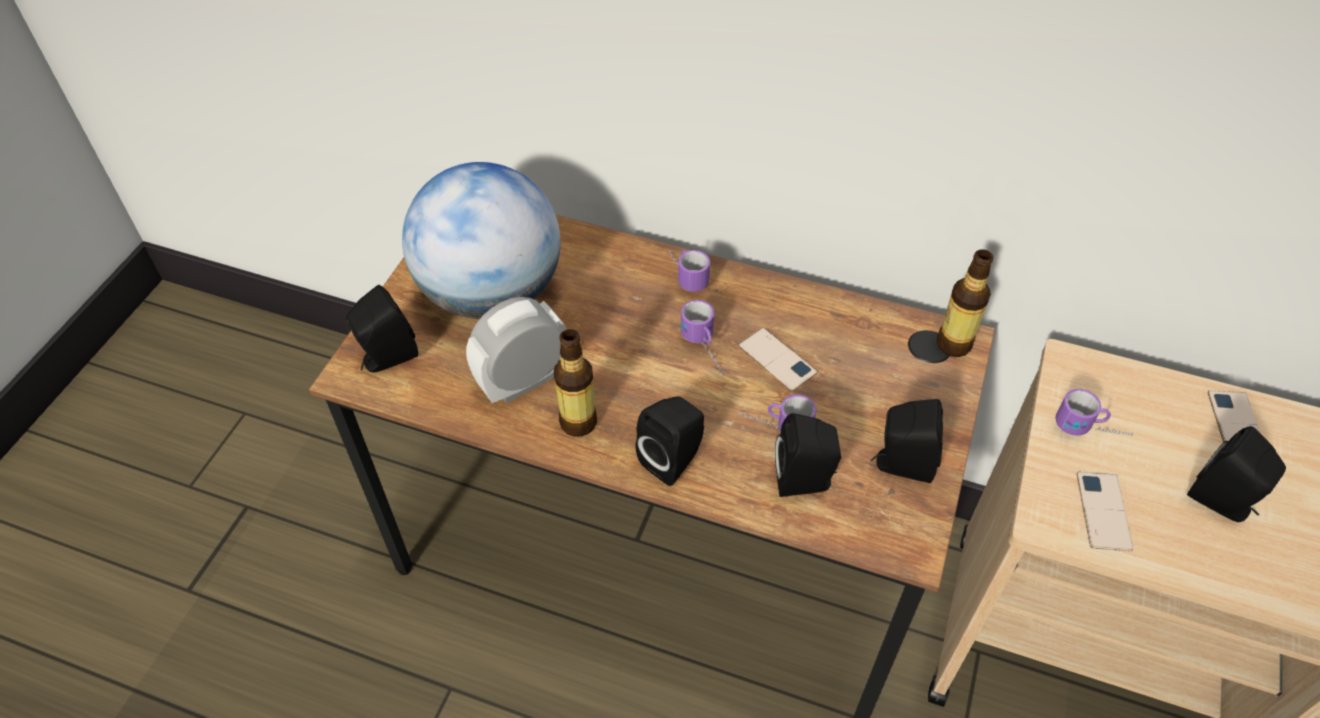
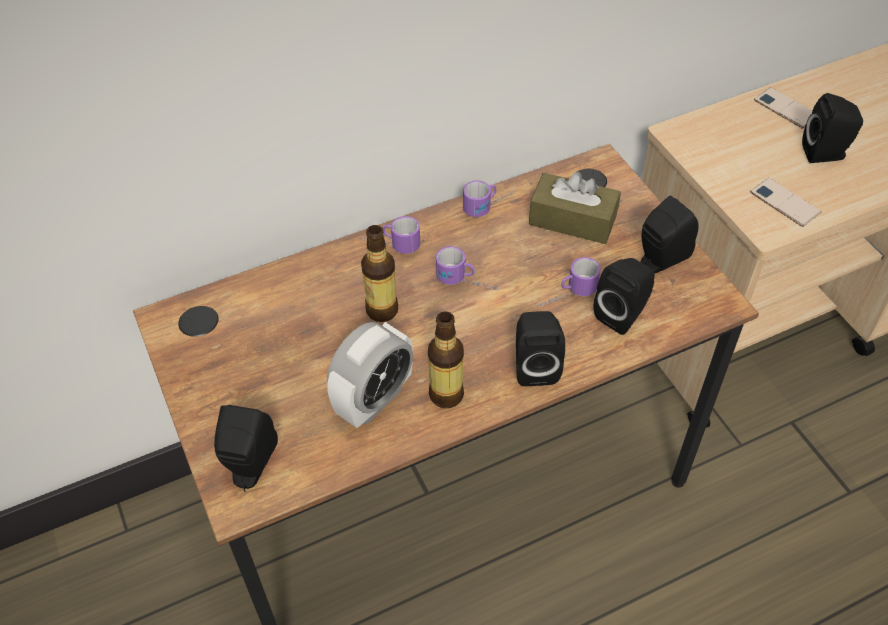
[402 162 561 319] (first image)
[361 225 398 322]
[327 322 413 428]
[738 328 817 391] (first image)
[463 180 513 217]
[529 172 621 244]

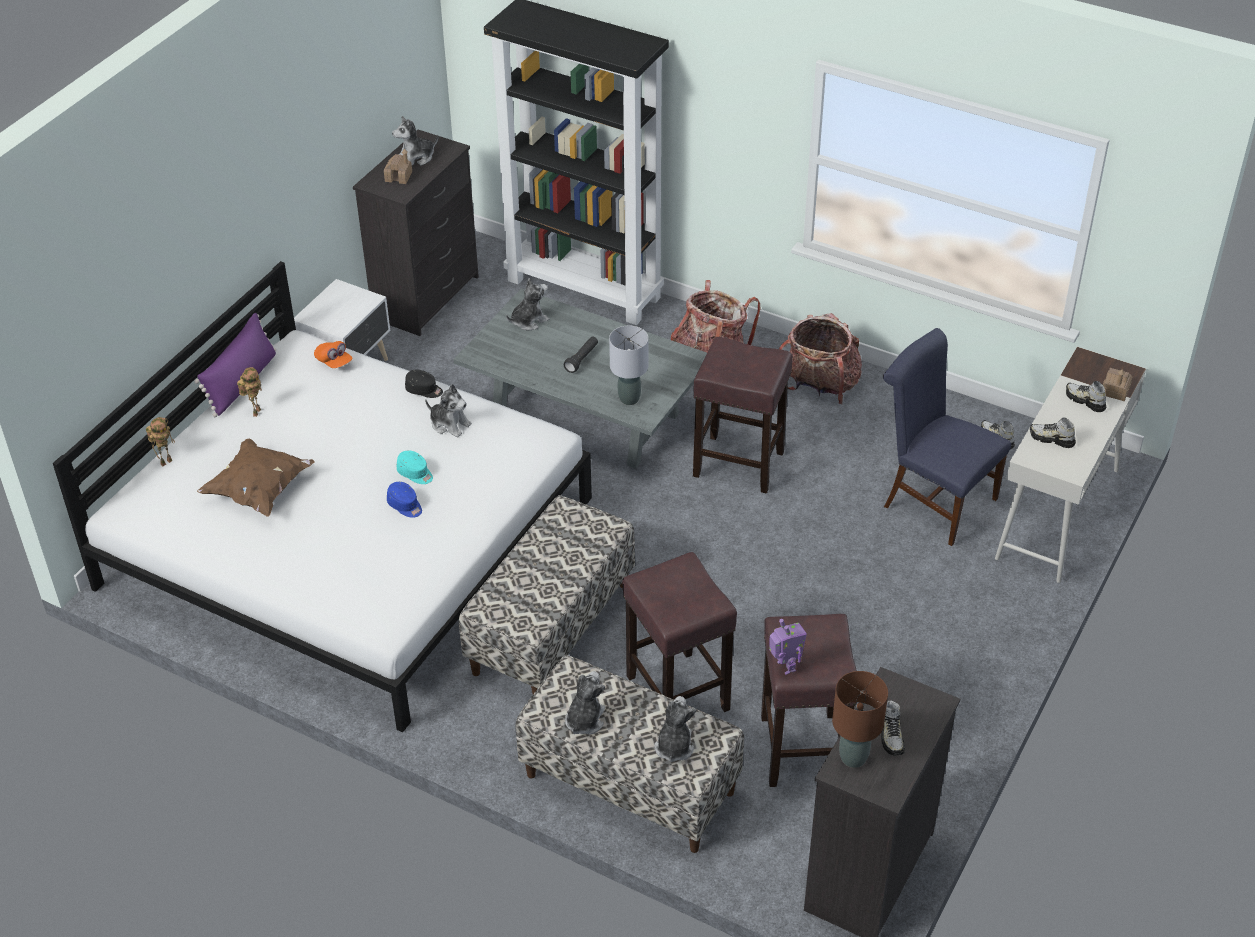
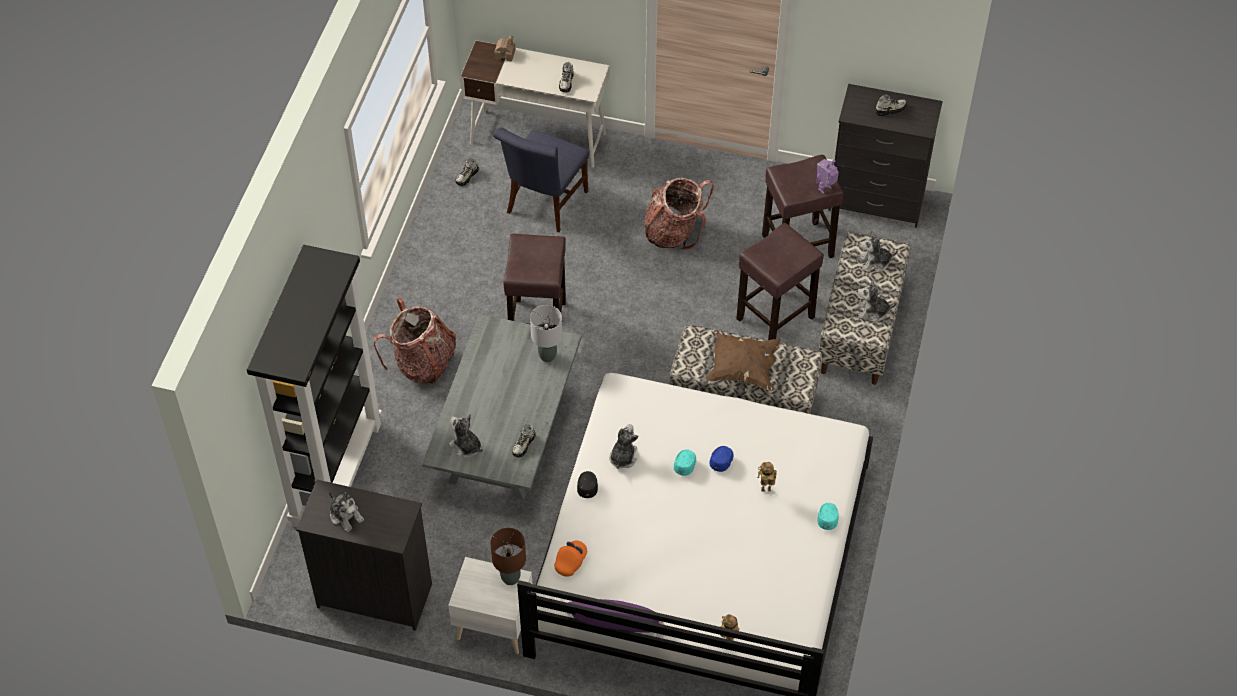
[384 149 412 184] (first image)
[644 178 714 250]
[564 337 598 373] (first image)
[757 462 777 492]
[512 424 536 458]
[706 330 781 391]
[490 528 526 585]
[817 503 839 530]

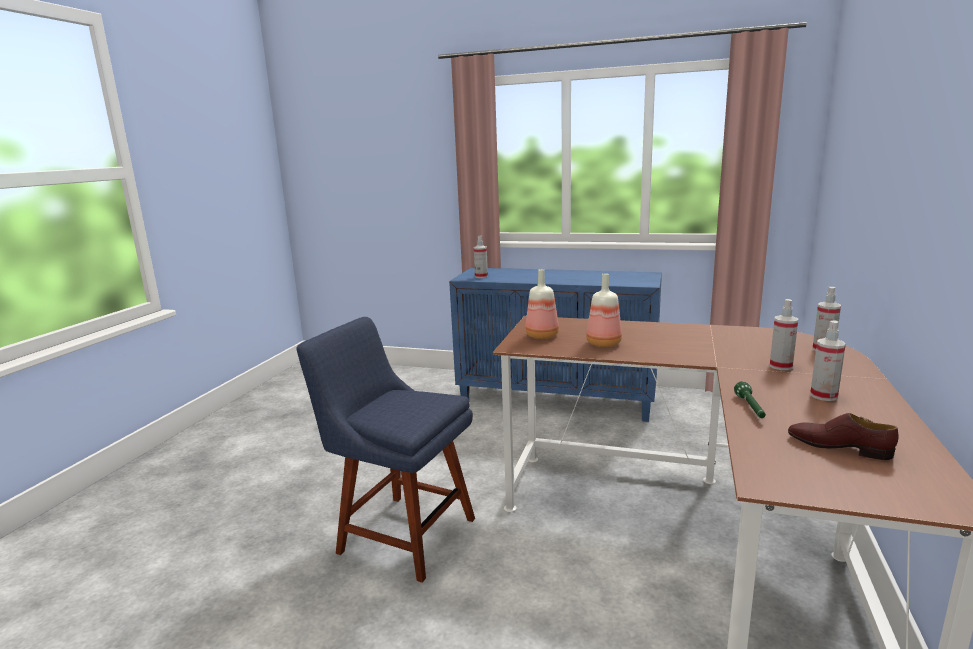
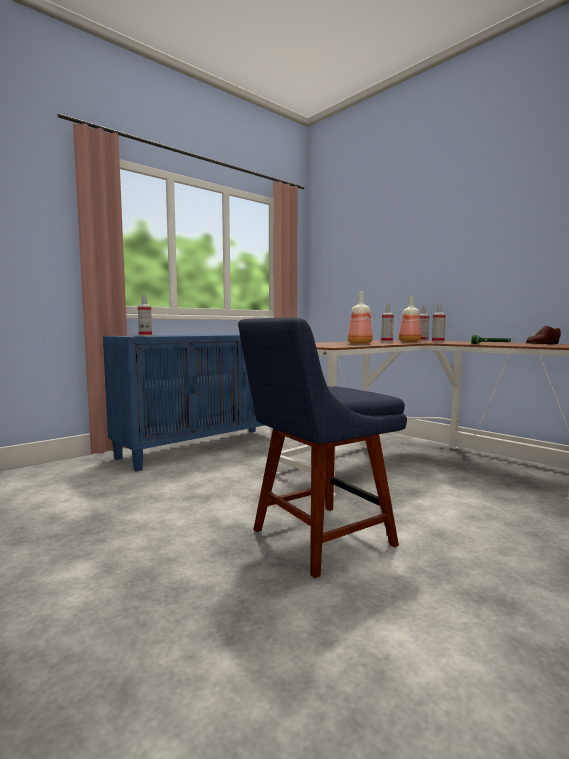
[399 296 421 342]
[381 304 394 342]

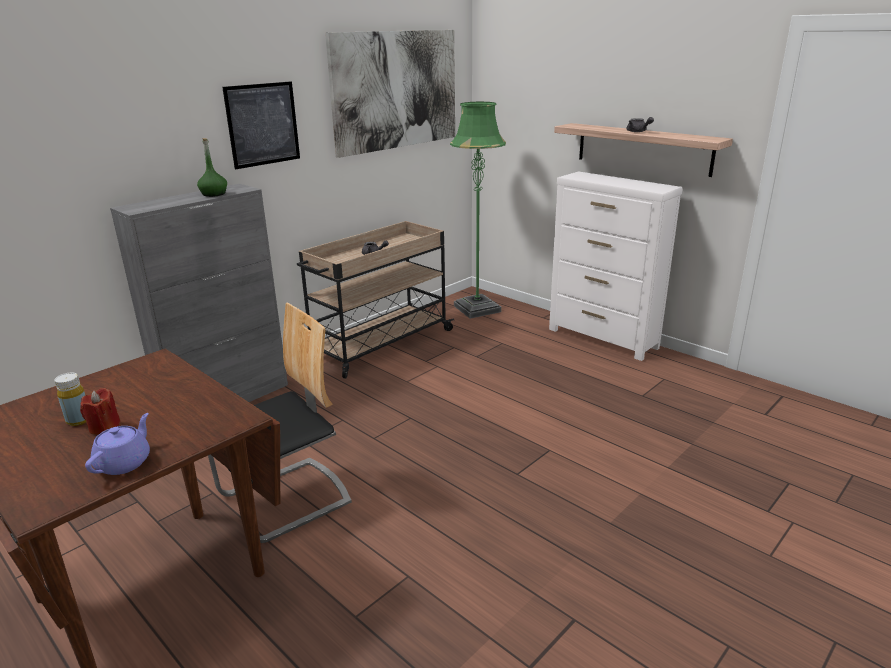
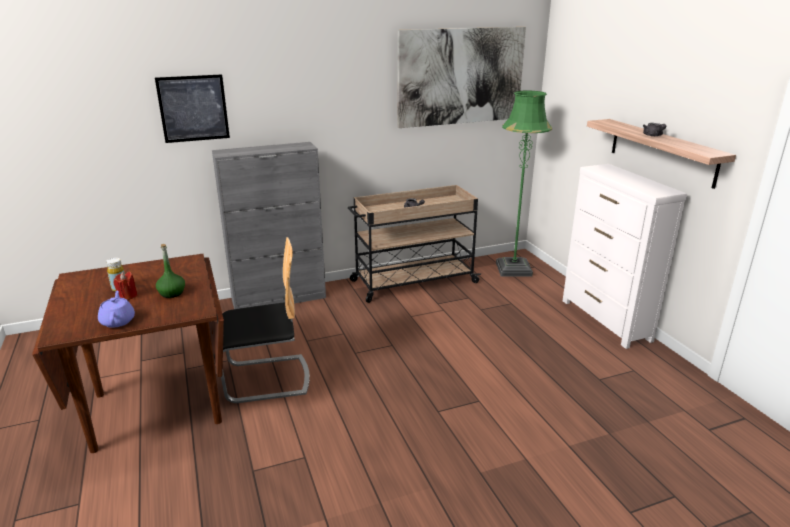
[155 74 230 143]
[156 244 185 298]
[98 290 135 328]

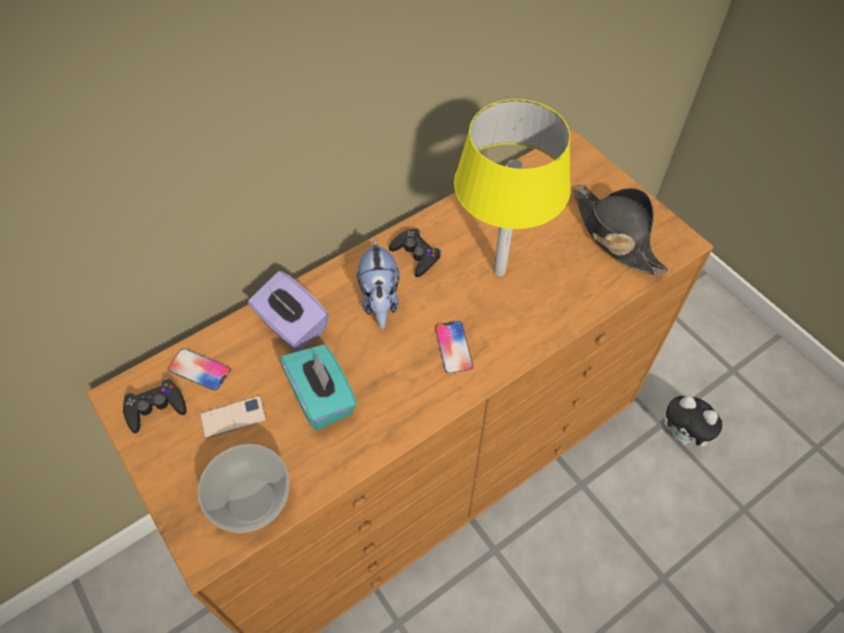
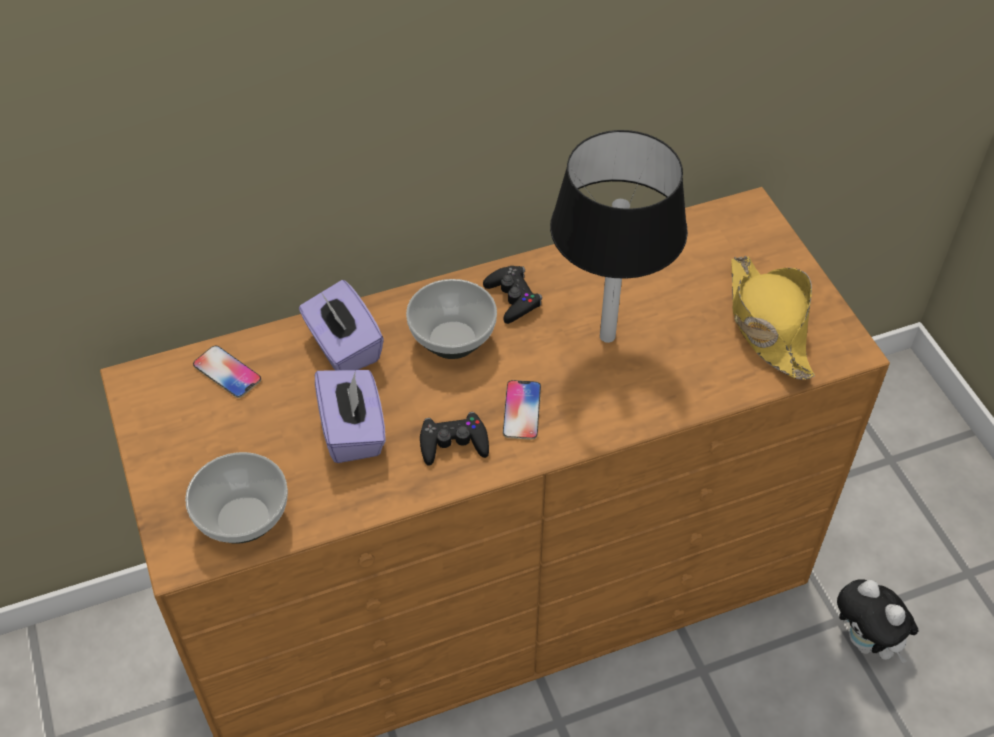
[550 130 688 343]
[732 256 815 380]
[406 279 497 359]
[315 370 386 463]
[420 412 489 466]
[200 396 266 438] (first image)

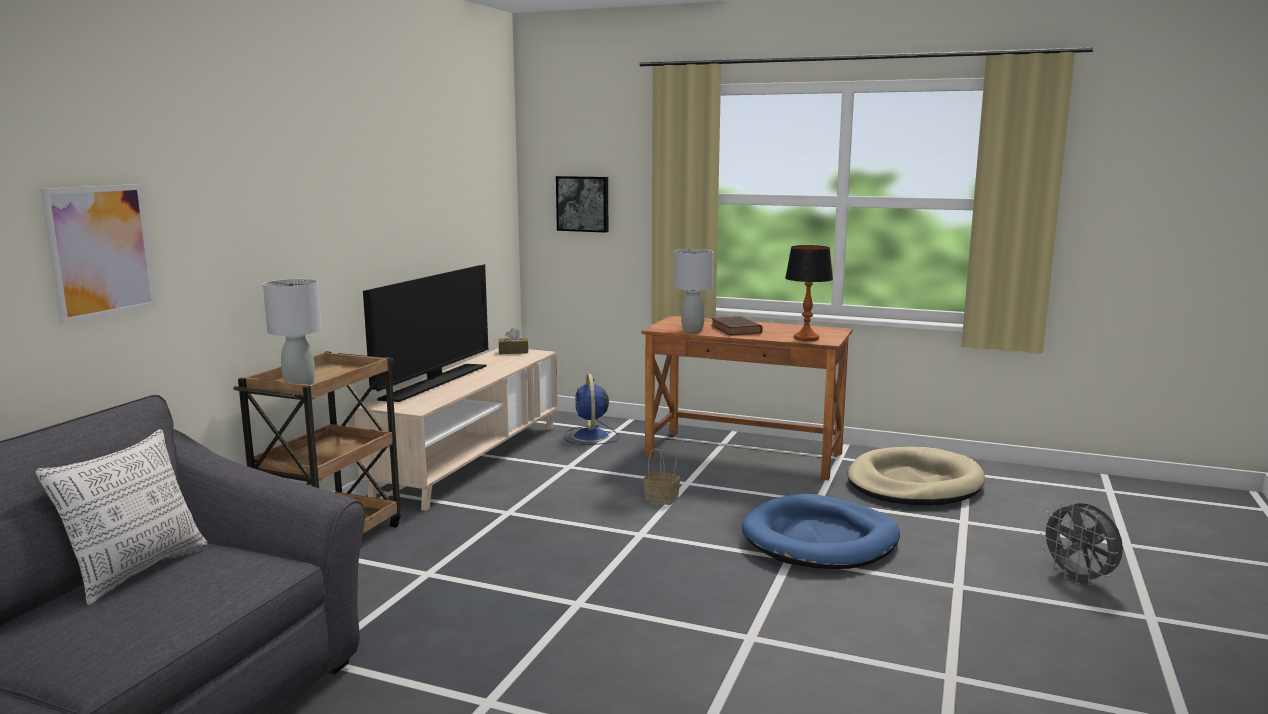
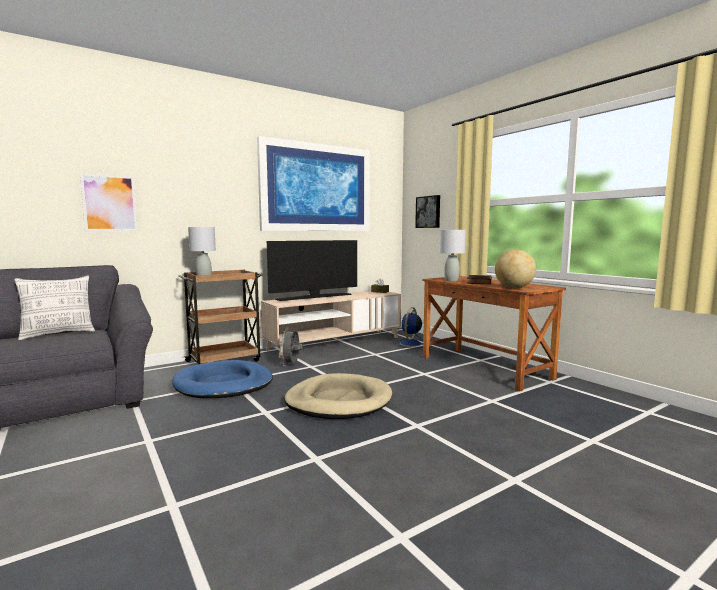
[495 250 536 288]
[643 440 680 505] (first image)
[284 373 392 419]
[172 360 273 398]
[280 327 303 366]
[257 136 370 231]

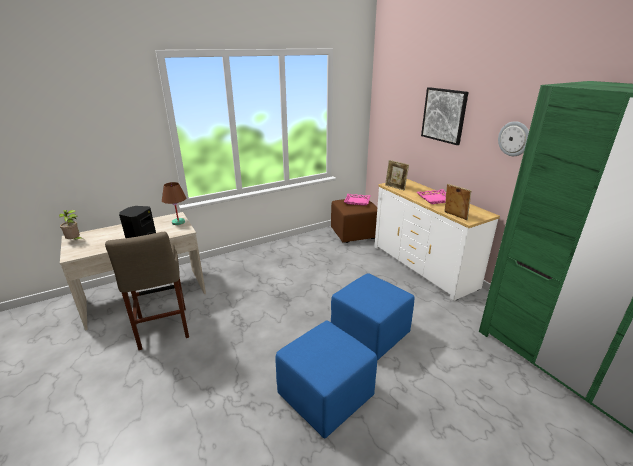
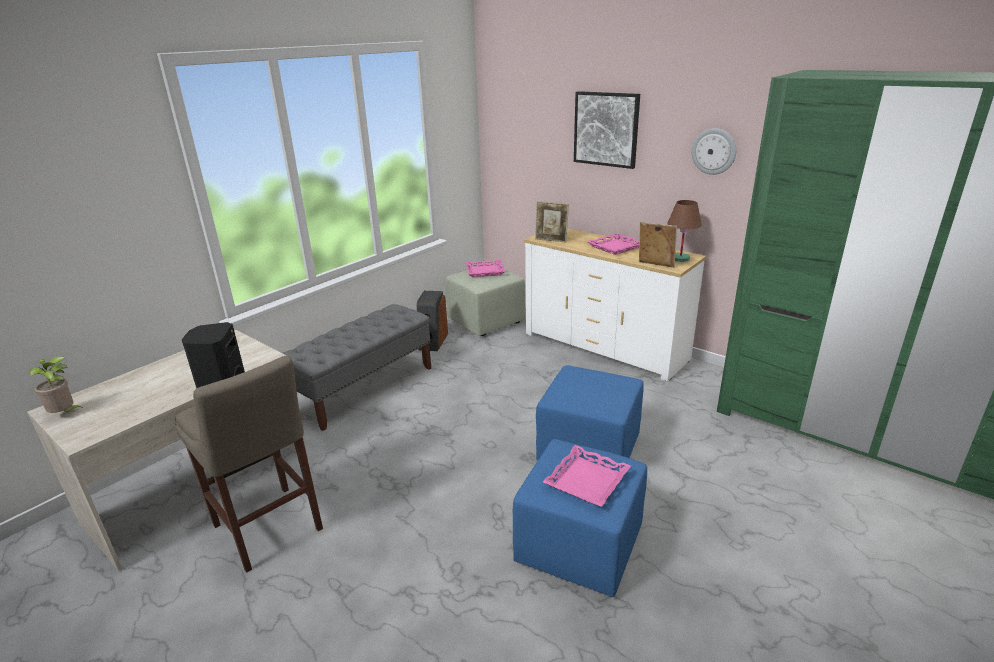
[667 200 702 262]
[445 265 526 336]
[417 291 448 351]
[283 304 431 431]
[543 445 631 507]

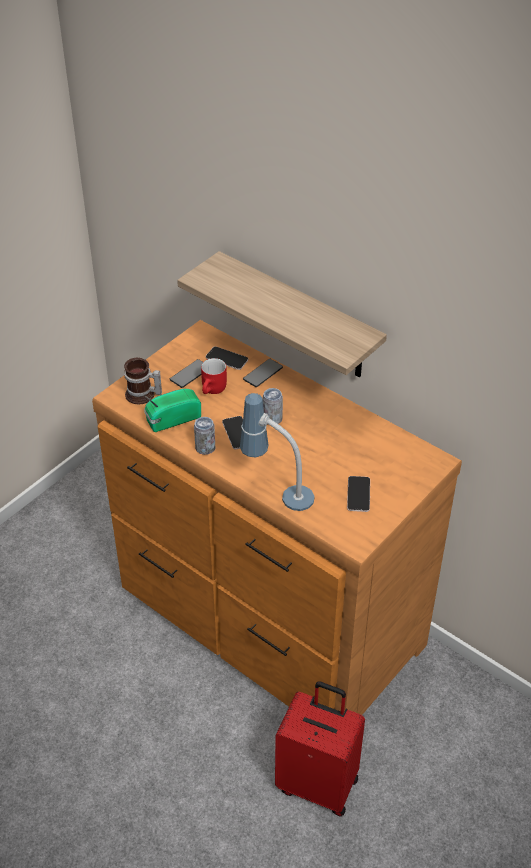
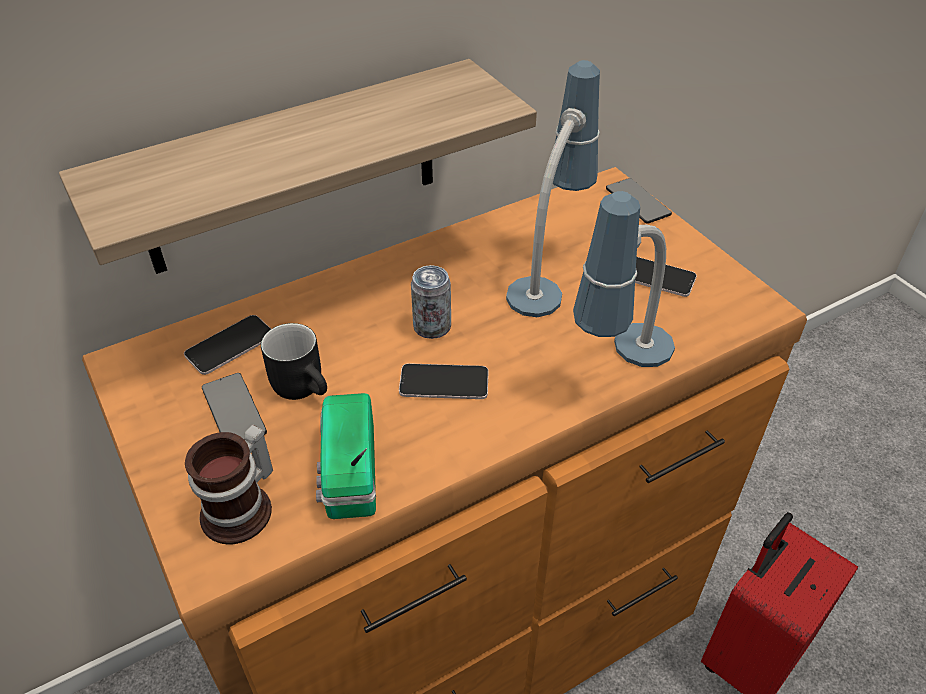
[261 323 327 400]
[606 178 672 224]
[194 417 215 455] (first image)
[506 60 600 317]

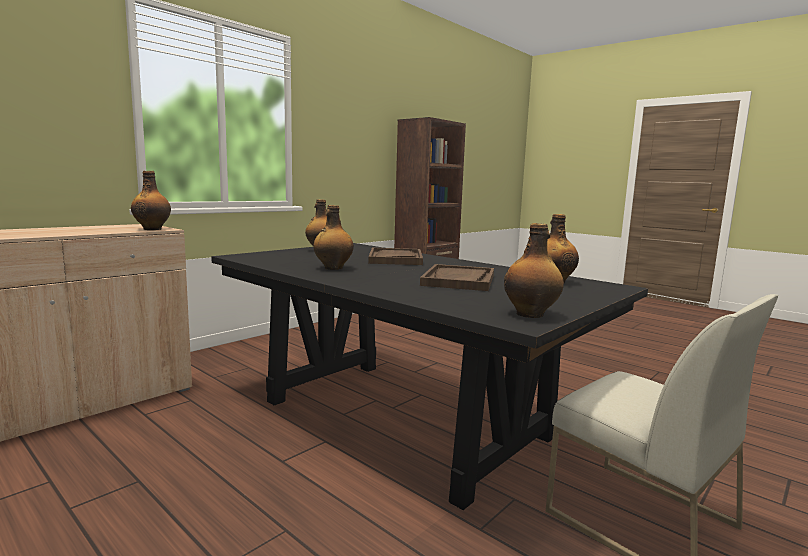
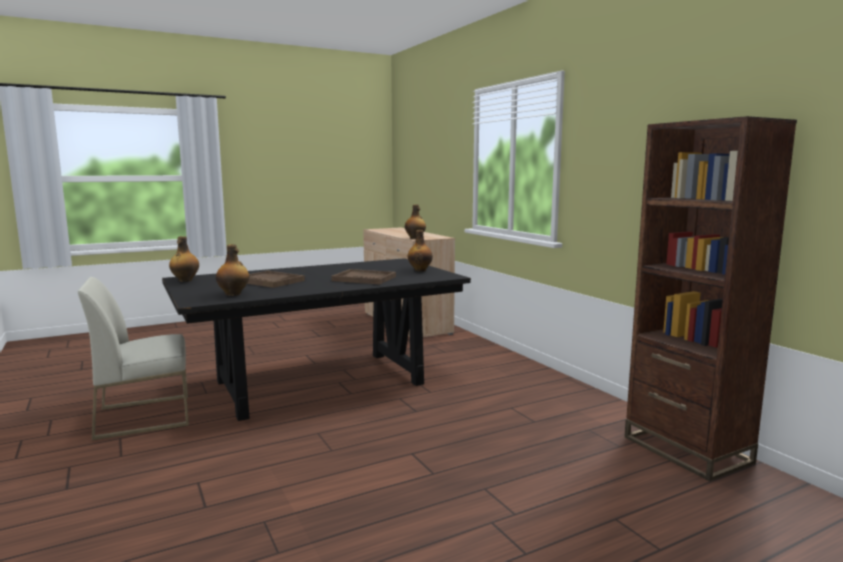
[313 205 354 270] (first image)

